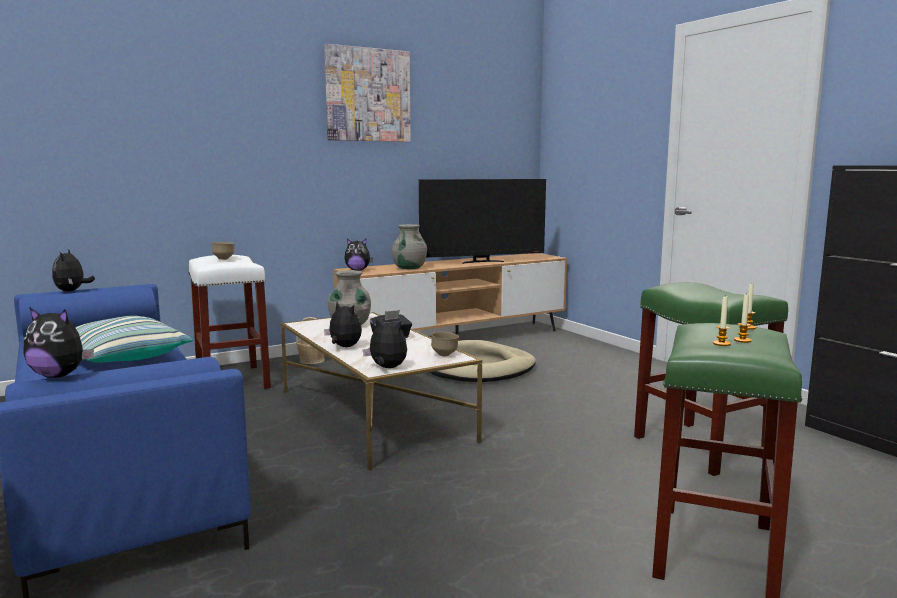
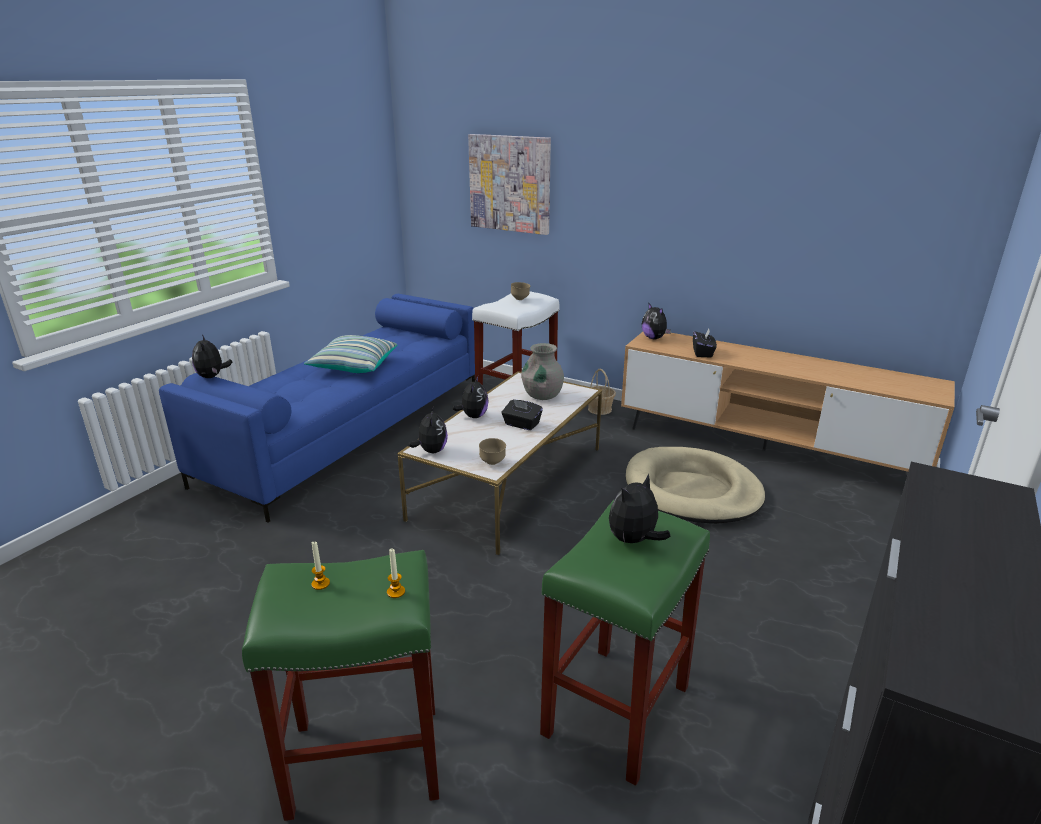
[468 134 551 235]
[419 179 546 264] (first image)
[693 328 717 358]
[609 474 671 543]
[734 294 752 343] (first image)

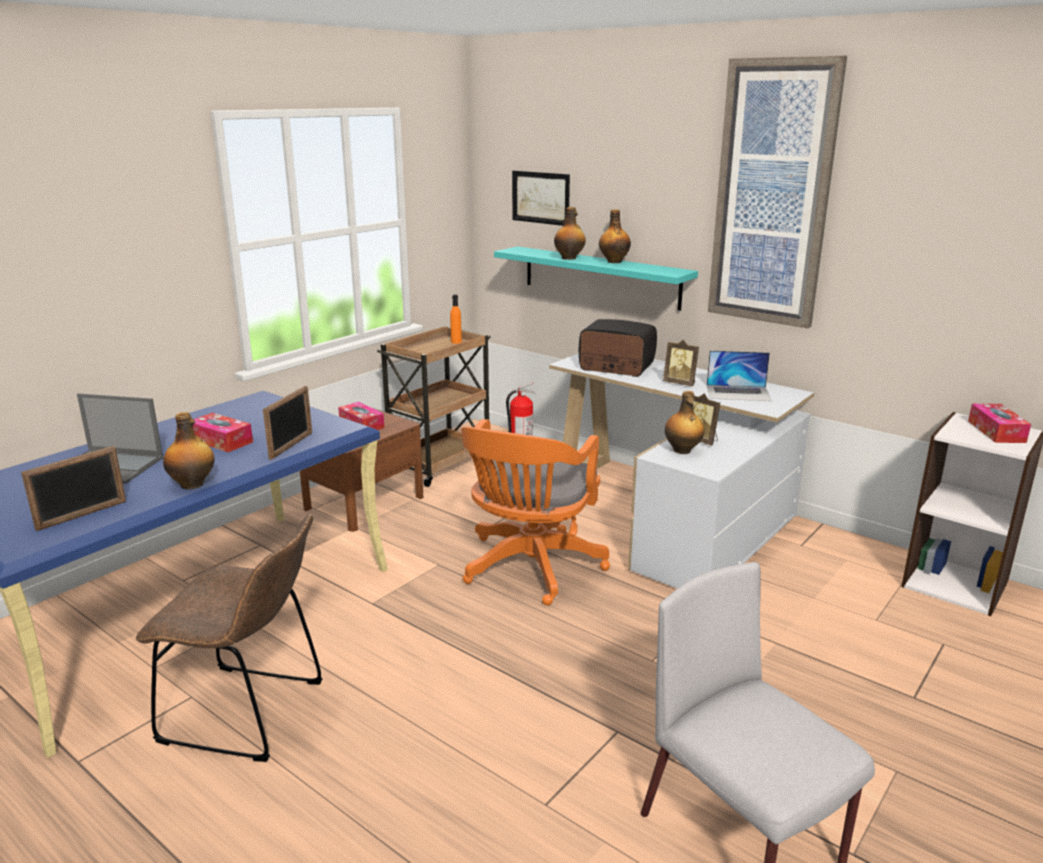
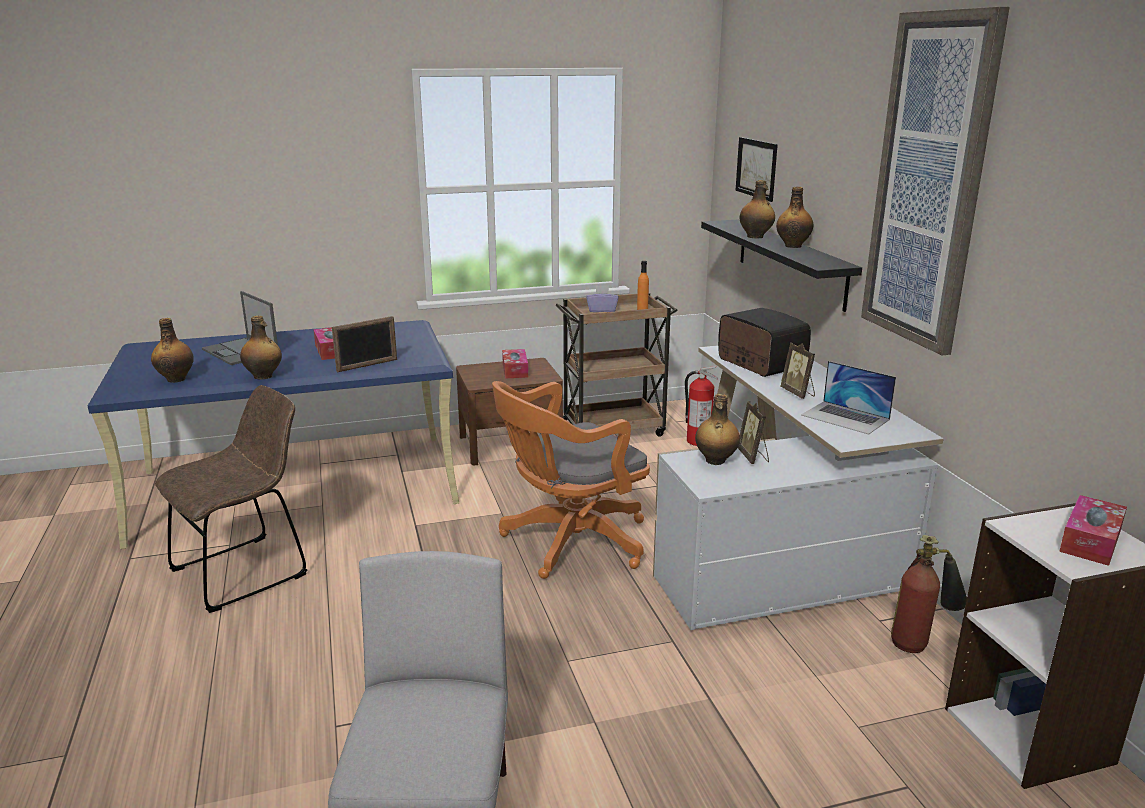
[701 220 862 312]
[151 318 194 383]
[155 385 307 613]
[586 285 619 312]
[891 535 967 653]

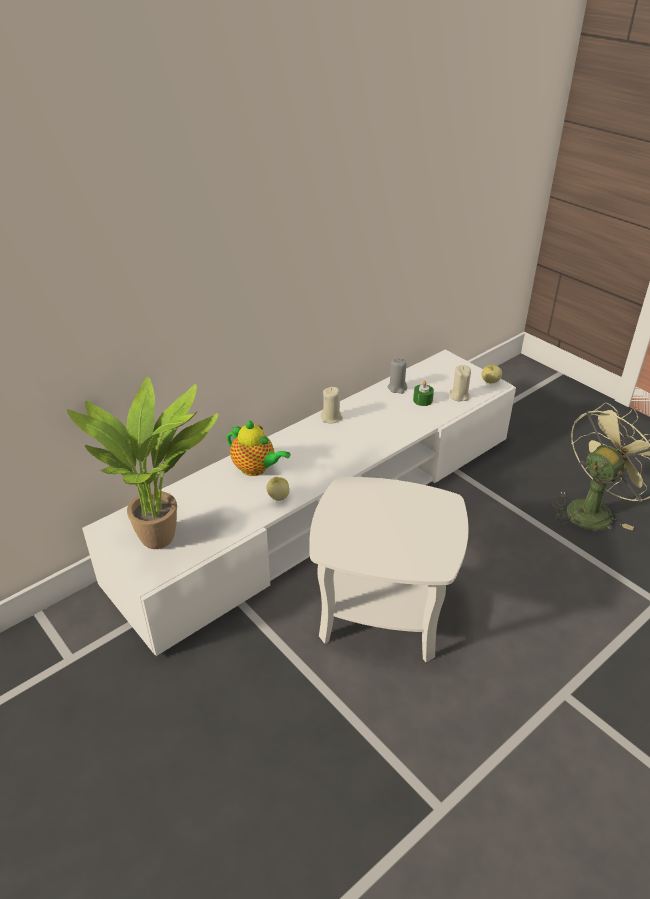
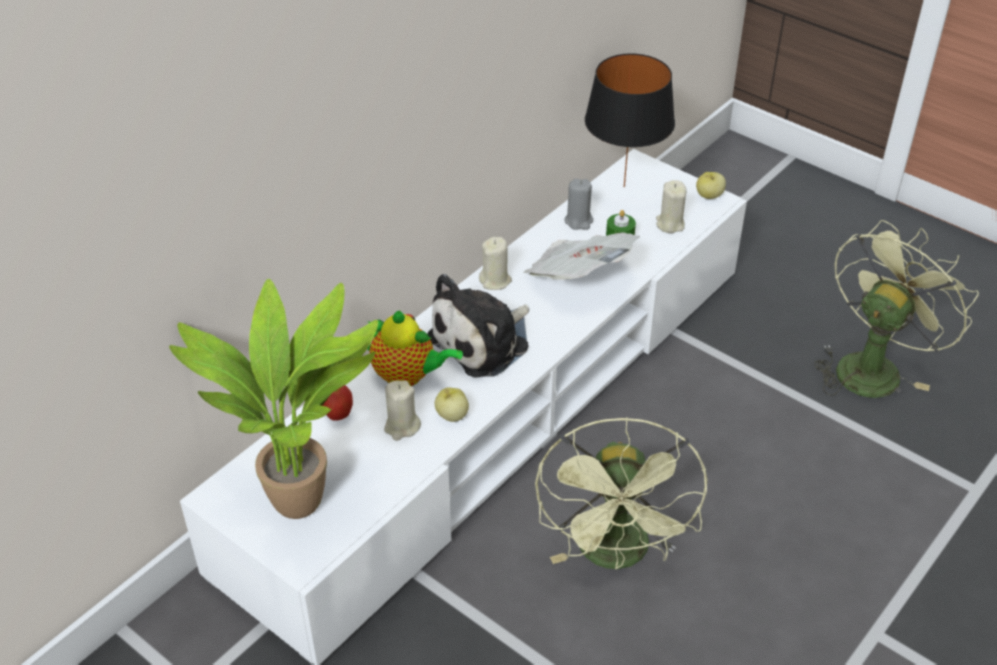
[535 417 707 570]
[585 53 675 187]
[523 232 640 280]
[427 274 530 378]
[384 380 421 441]
[322 385 353 421]

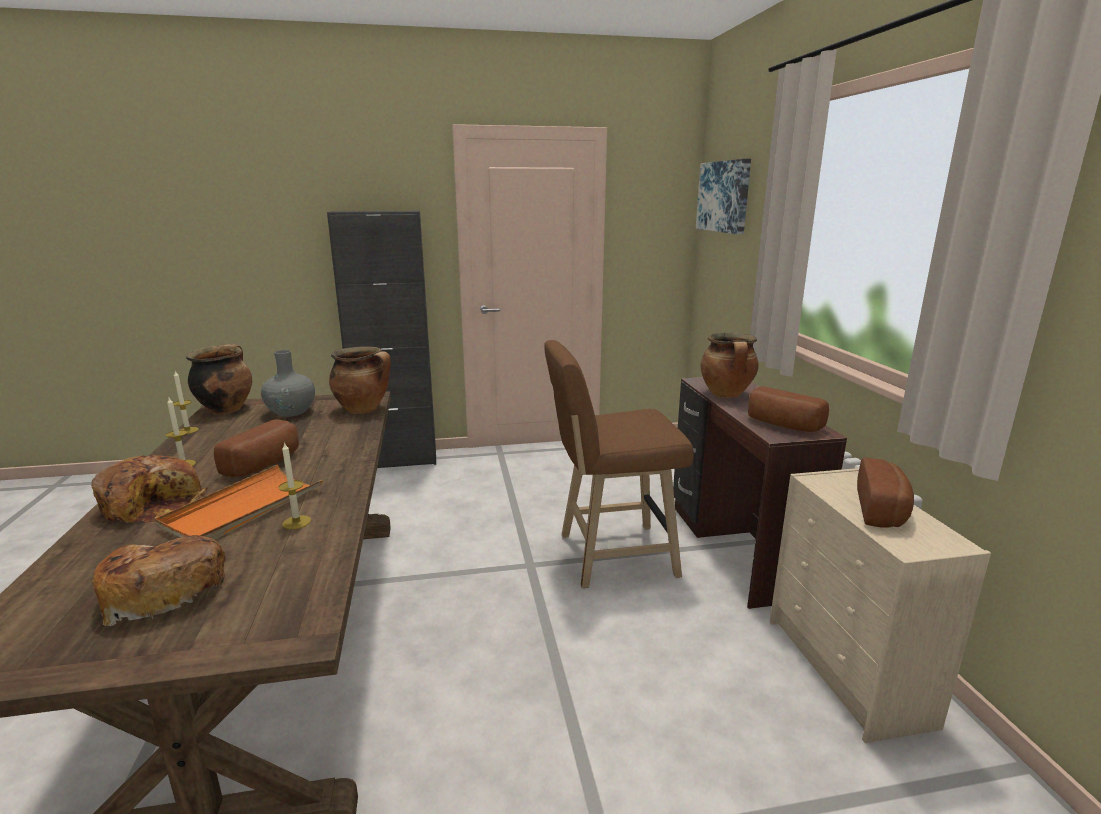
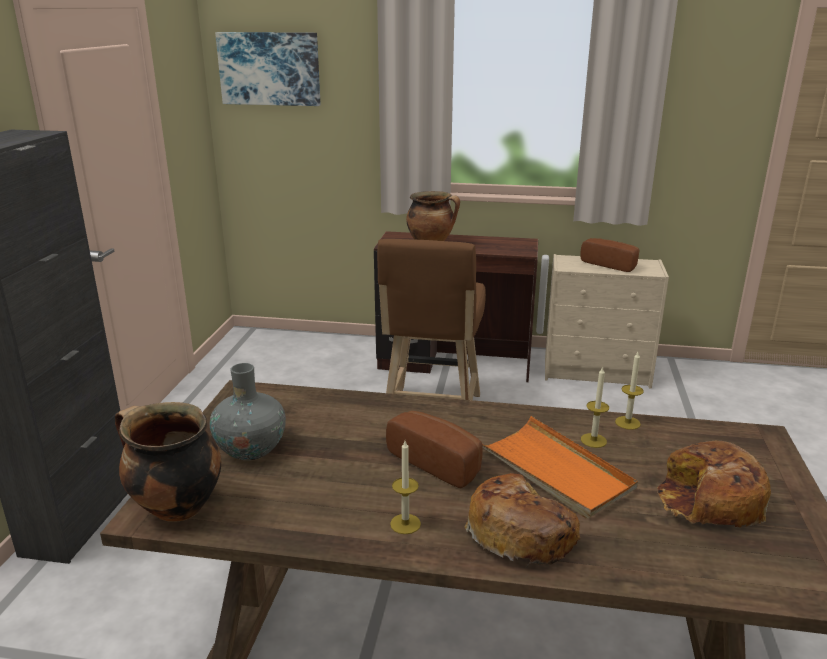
[329 347 391 414] (first image)
[615 352 644 430]
[748 387 829 432] (first image)

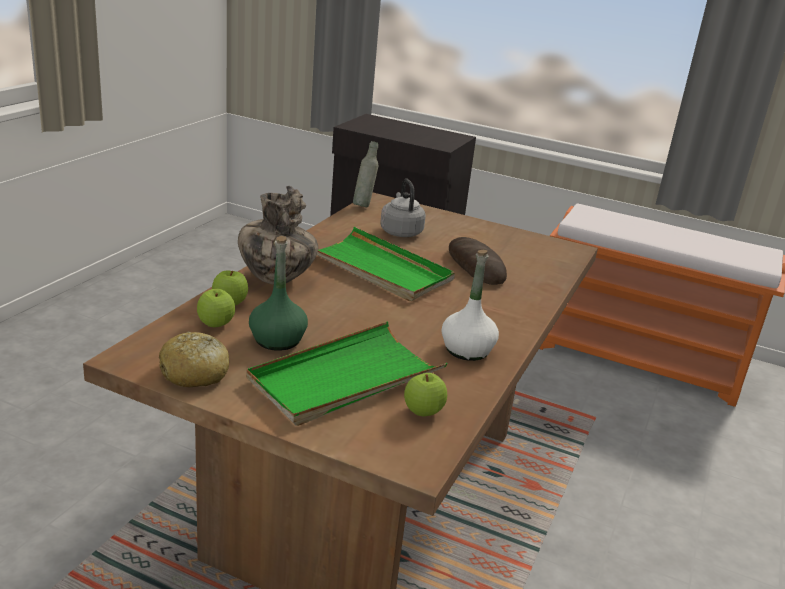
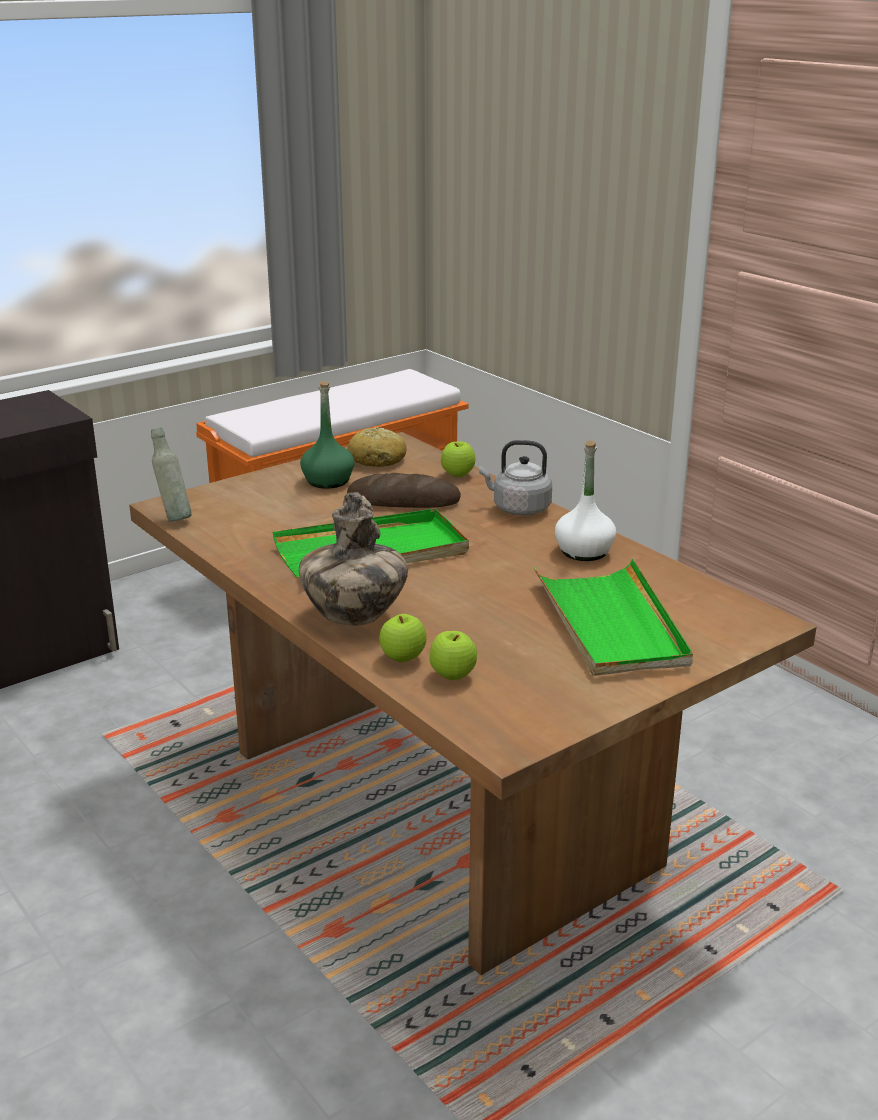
[479 440 552 515]
[300 381 355 489]
[347 427 407 467]
[441 441 476 477]

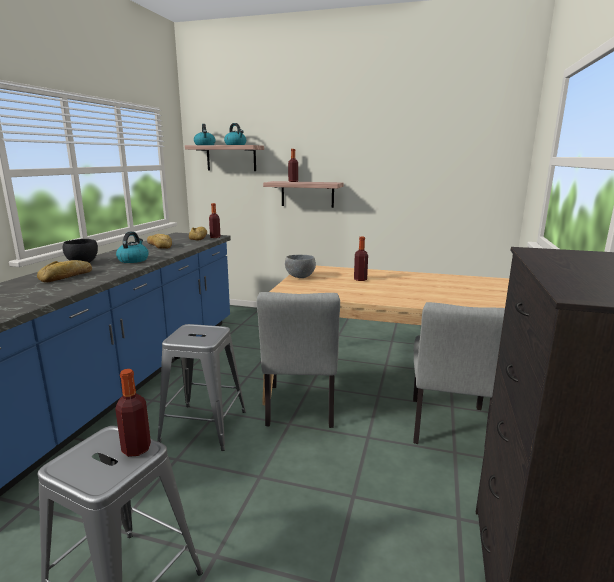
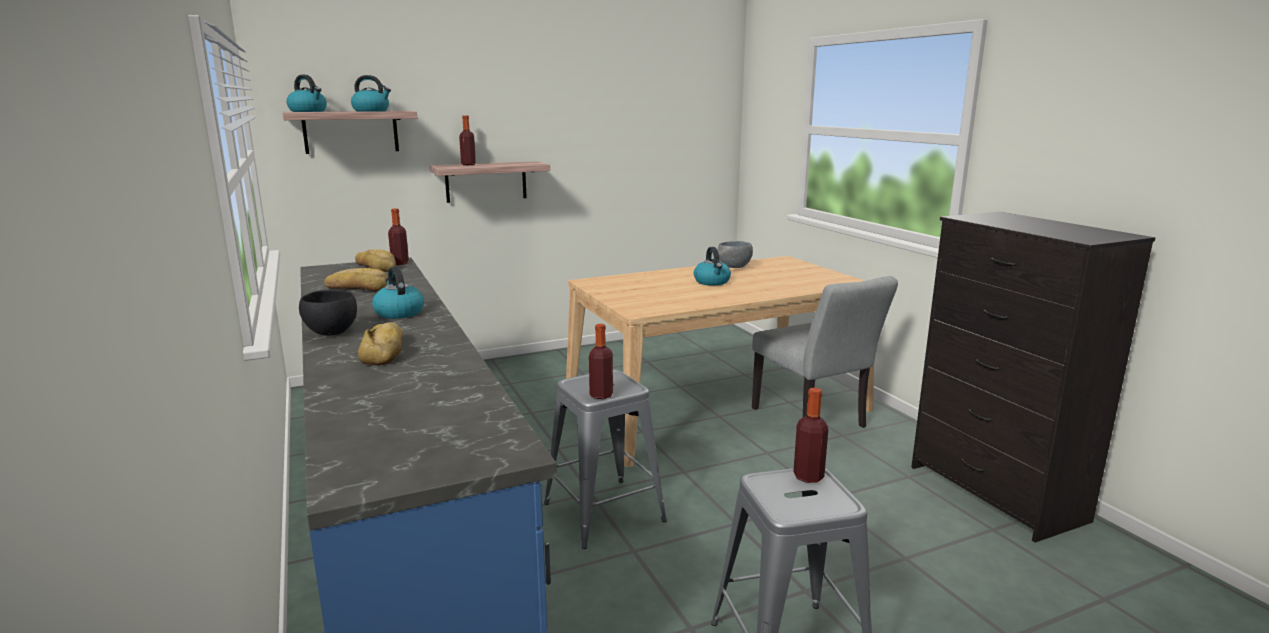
[589 324 613 399]
[718 241 753 268]
[257 292 340 428] (first image)
[694 247 731 285]

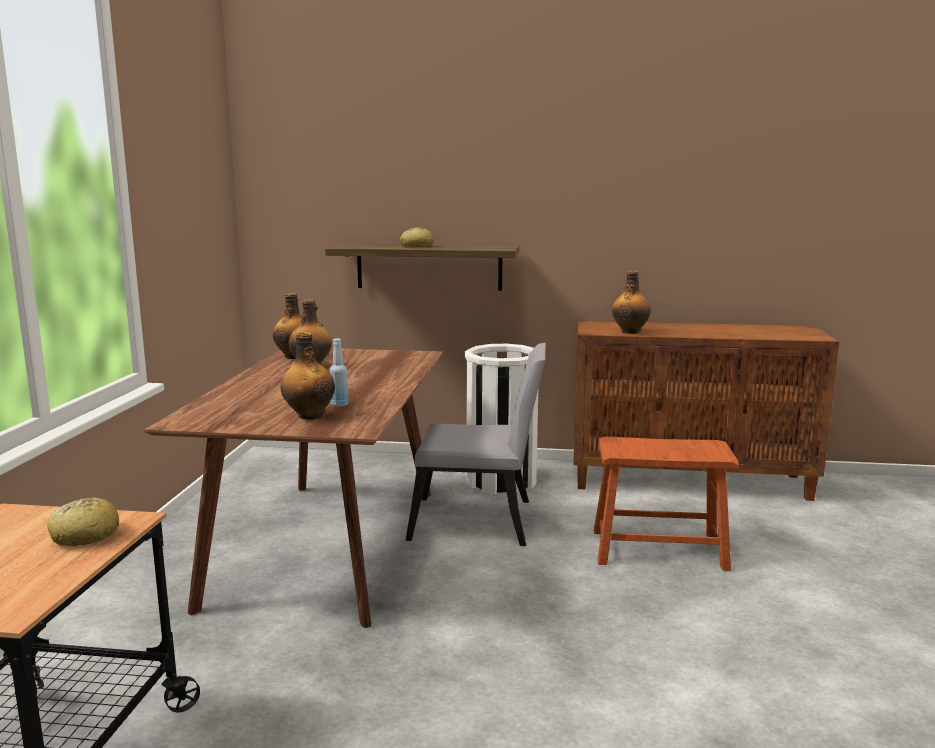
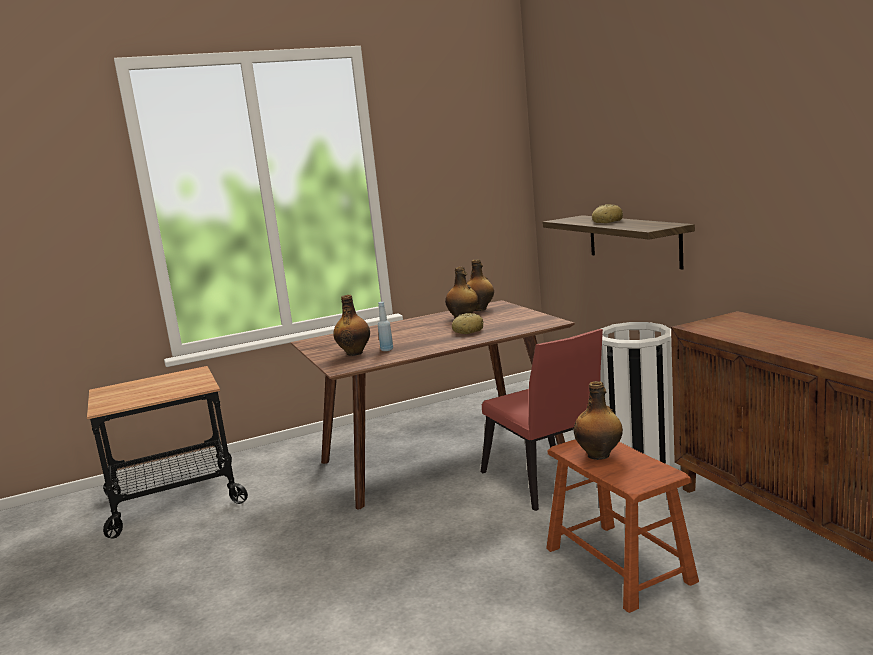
[574 381 623 460]
[481 329 603 511]
[452 313 483 334]

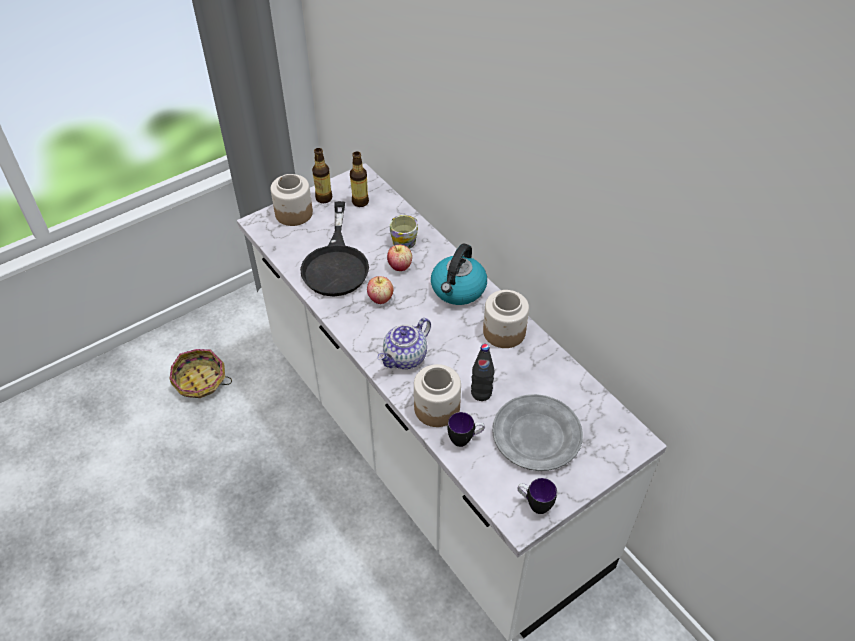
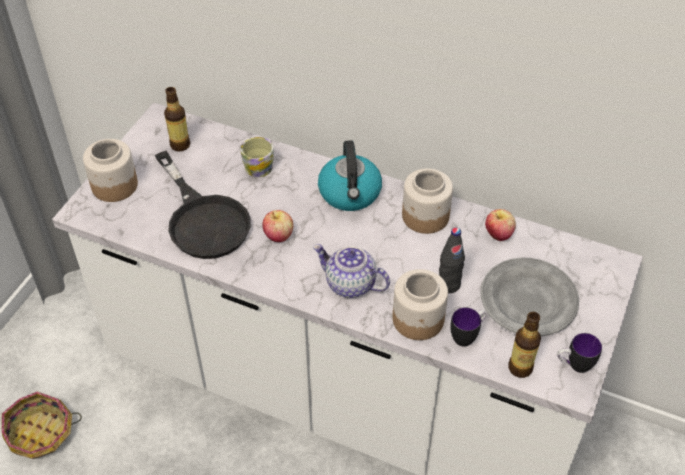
[508 312 541 378]
[485 209 516 241]
[313 244 390 298]

